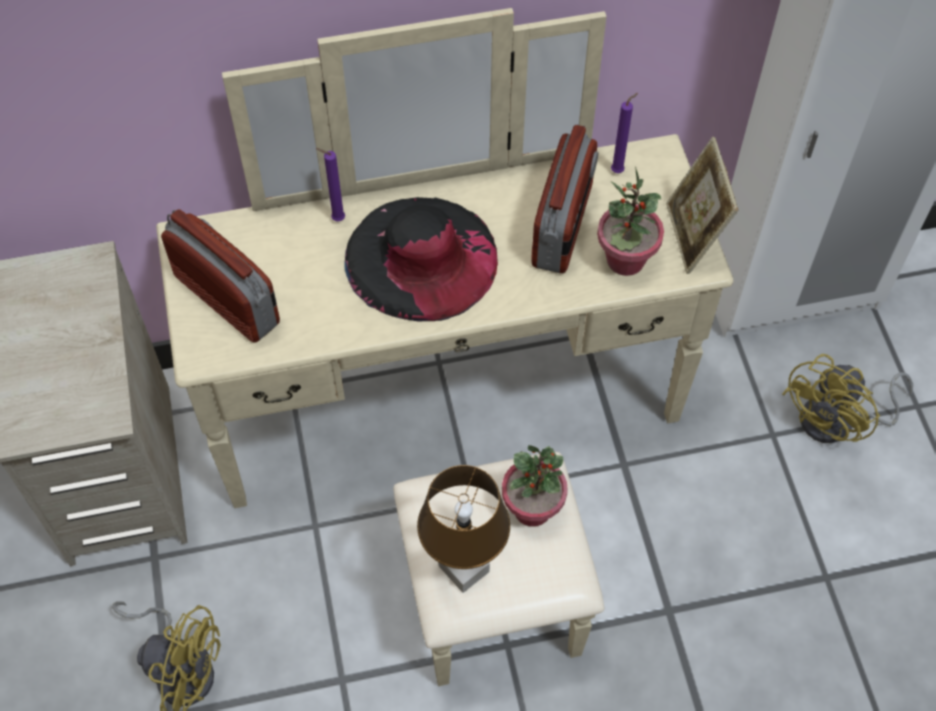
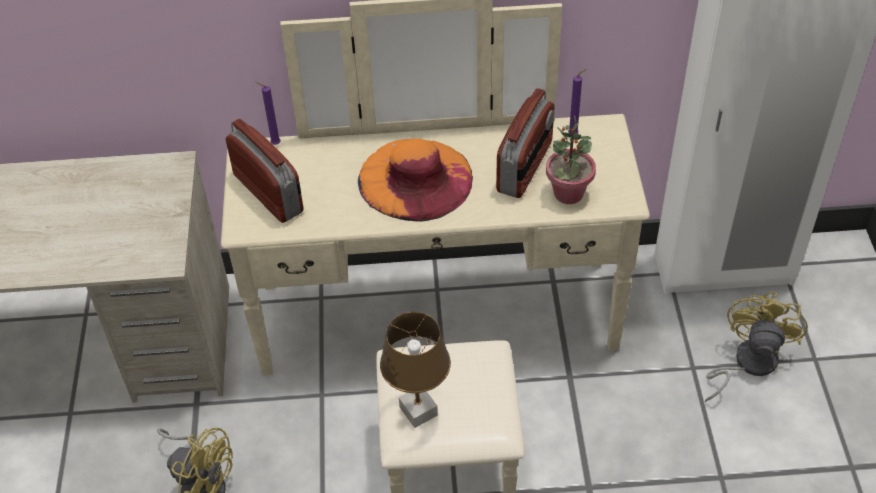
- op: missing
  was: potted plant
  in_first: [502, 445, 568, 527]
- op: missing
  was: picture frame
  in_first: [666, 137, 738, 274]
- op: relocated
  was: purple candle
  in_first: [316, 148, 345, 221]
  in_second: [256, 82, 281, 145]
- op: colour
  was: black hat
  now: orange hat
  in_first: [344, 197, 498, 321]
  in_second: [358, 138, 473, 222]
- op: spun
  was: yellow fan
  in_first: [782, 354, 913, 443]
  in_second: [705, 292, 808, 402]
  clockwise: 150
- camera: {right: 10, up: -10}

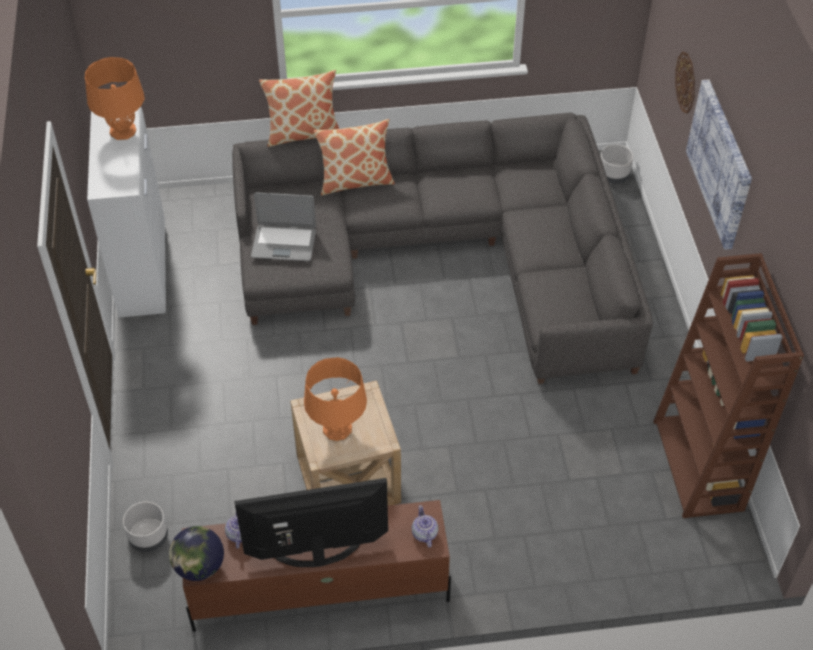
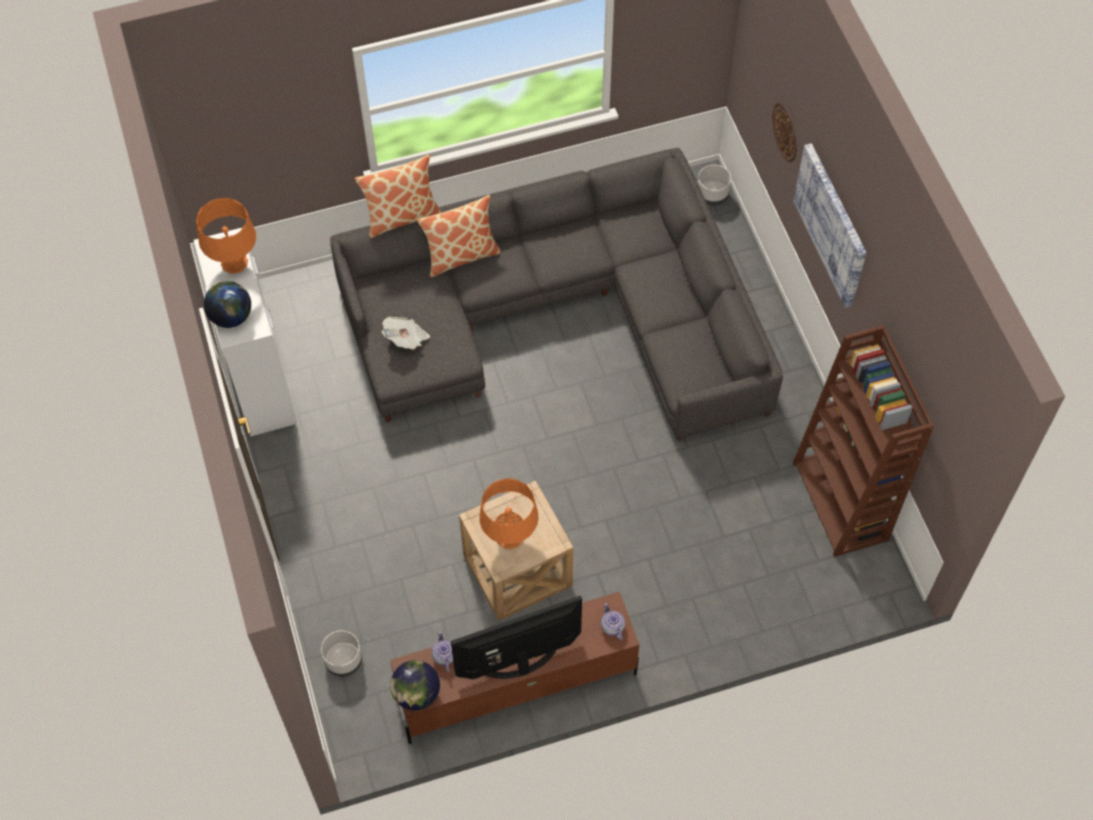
- op: appeared
  now: globe
  in_second: [204, 281, 251, 328]
- op: exchanged
  was: laptop
  now: newspaper
  in_first: [251, 192, 316, 261]
  in_second: [381, 317, 430, 350]
- camera: {right: -10, up: 10}

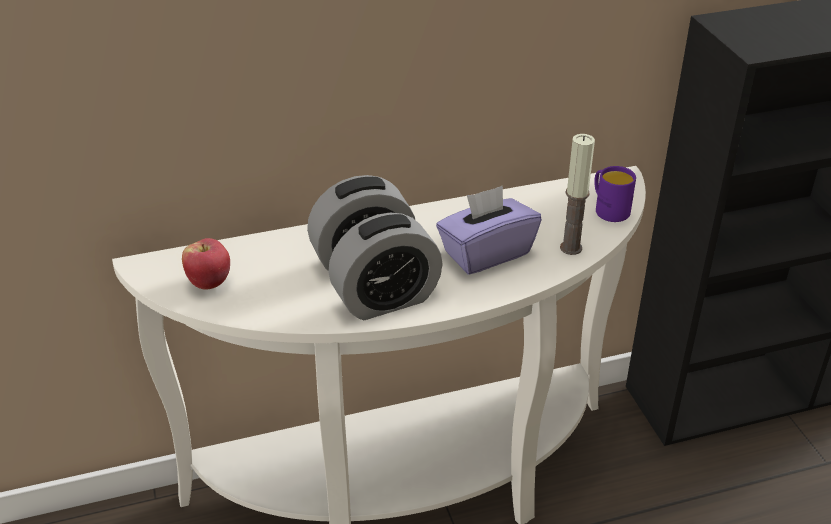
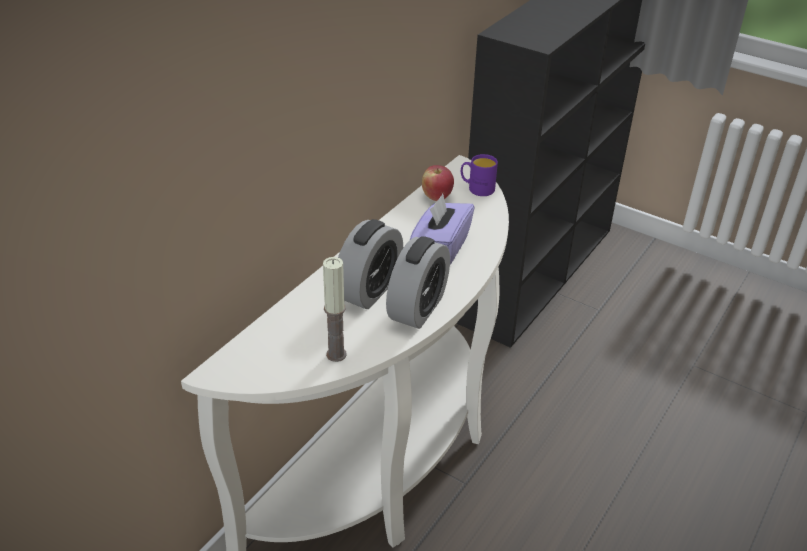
- op: relocated
  was: apple
  in_first: [182, 238, 230, 290]
  in_second: [422, 165, 454, 201]
- op: relocated
  was: candle
  in_first: [560, 134, 595, 255]
  in_second: [323, 257, 347, 362]
- camera: {right: -40, up: 0}

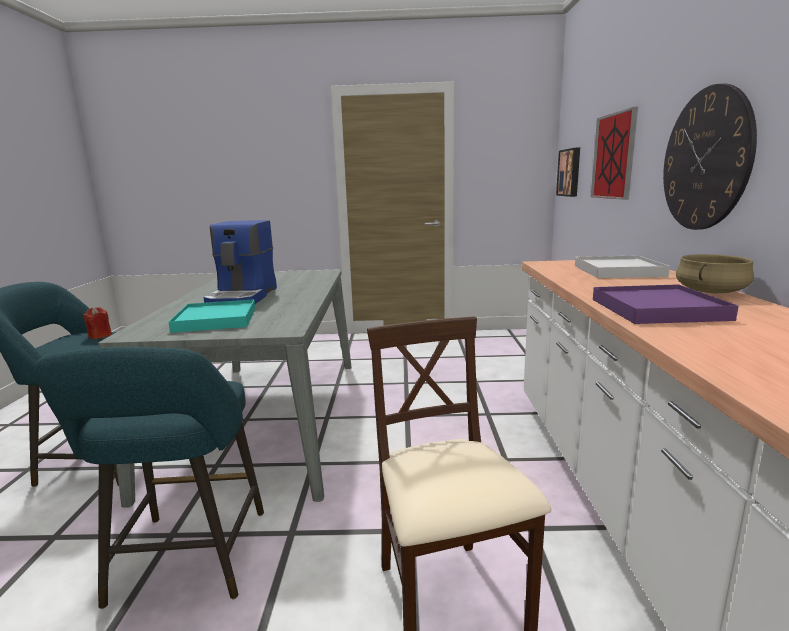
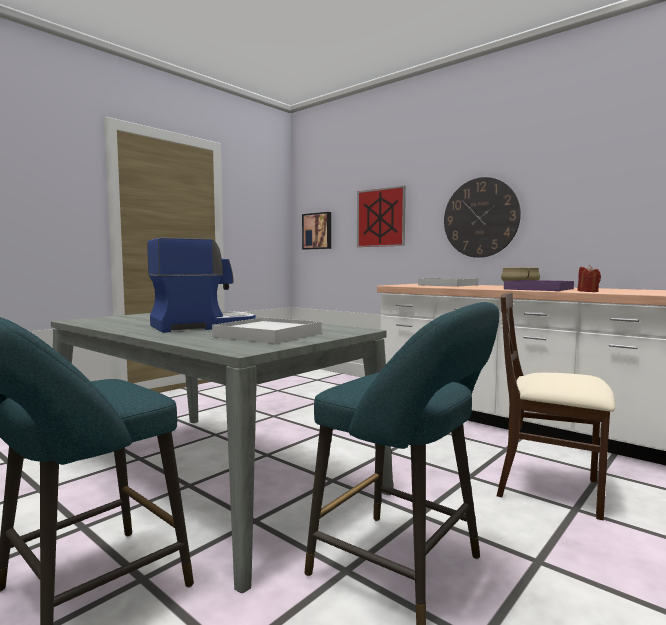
- op: relocated
  was: red candle
  in_first: [83, 307, 112, 339]
  in_second: [577, 265, 601, 292]
- op: colour
  was: turquoise tray
  now: white tray
  in_first: [169, 299, 255, 333]
  in_second: [212, 317, 321, 344]
- op: spun
  was: coffee machine
  in_first: [204, 220, 277, 304]
  in_second: [147, 237, 256, 333]
  clockwise: -75
- camera: {right: -50, up: -10}

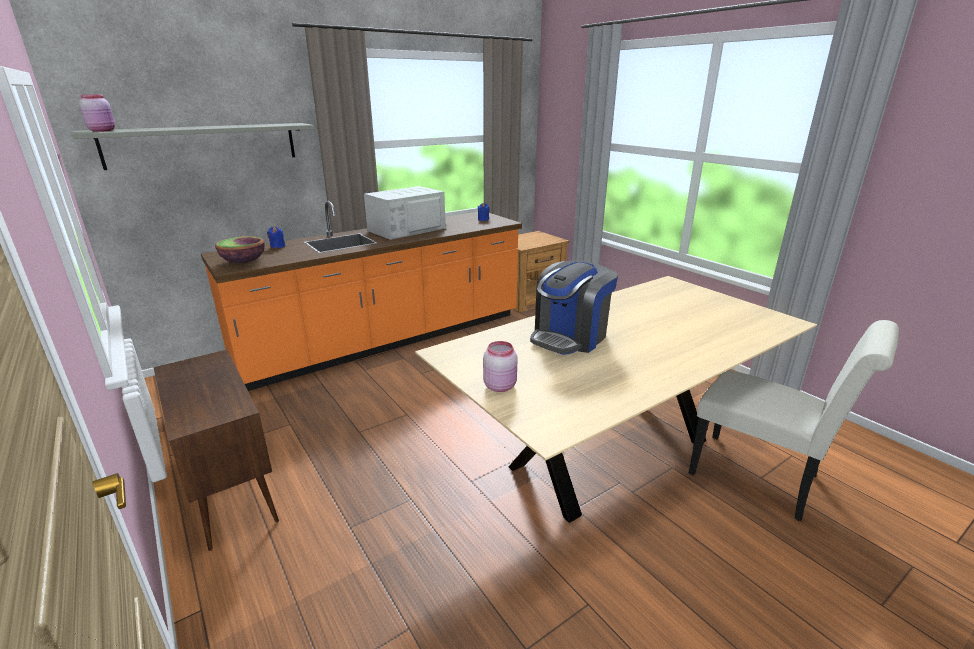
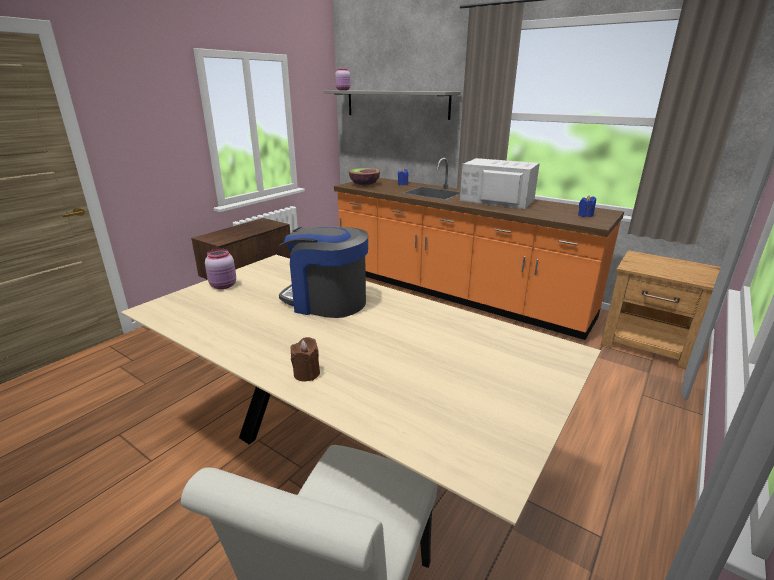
- op: appeared
  now: brown candle
  in_second: [290, 337, 320, 381]
- camera: {right: 70, up: 0}

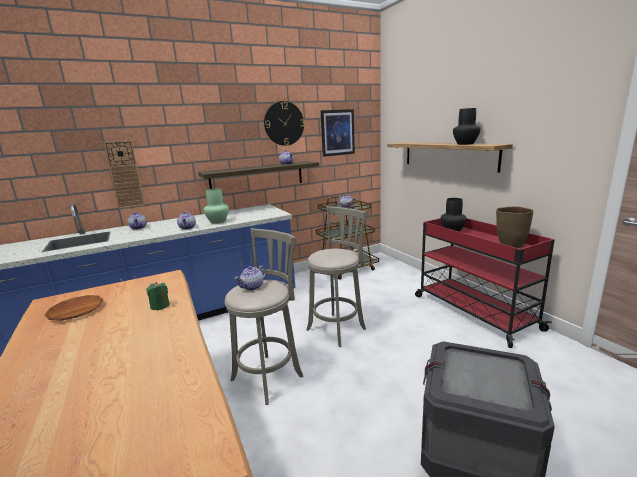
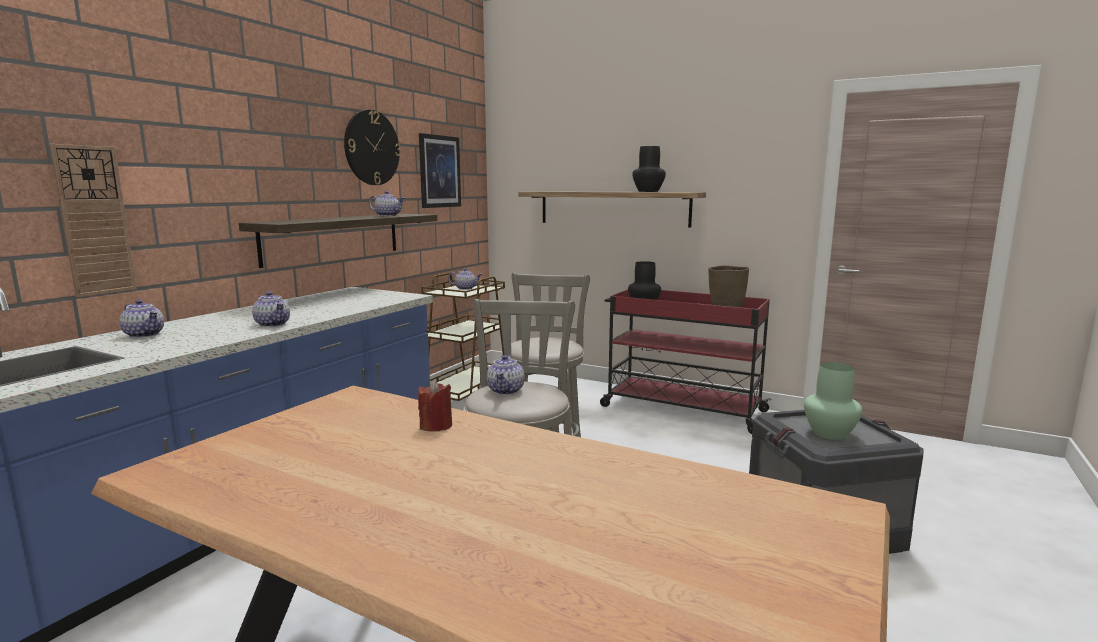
- op: missing
  was: brown plate
  in_first: [45, 295, 104, 321]
- op: relocated
  was: green vase
  in_first: [203, 188, 229, 224]
  in_second: [804, 362, 862, 440]
- op: colour
  was: green candle
  now: red candle
  in_first: [146, 282, 170, 310]
  in_second: [418, 380, 452, 432]
- camera: {right: -35, up: -5}

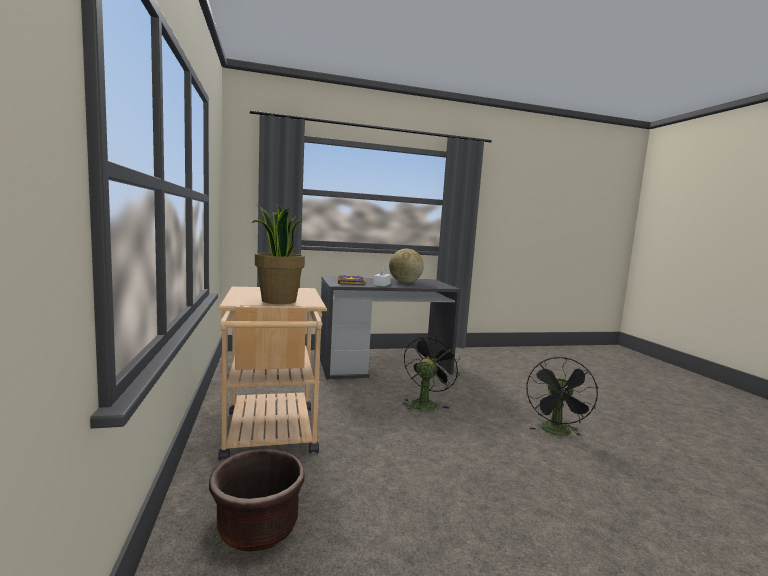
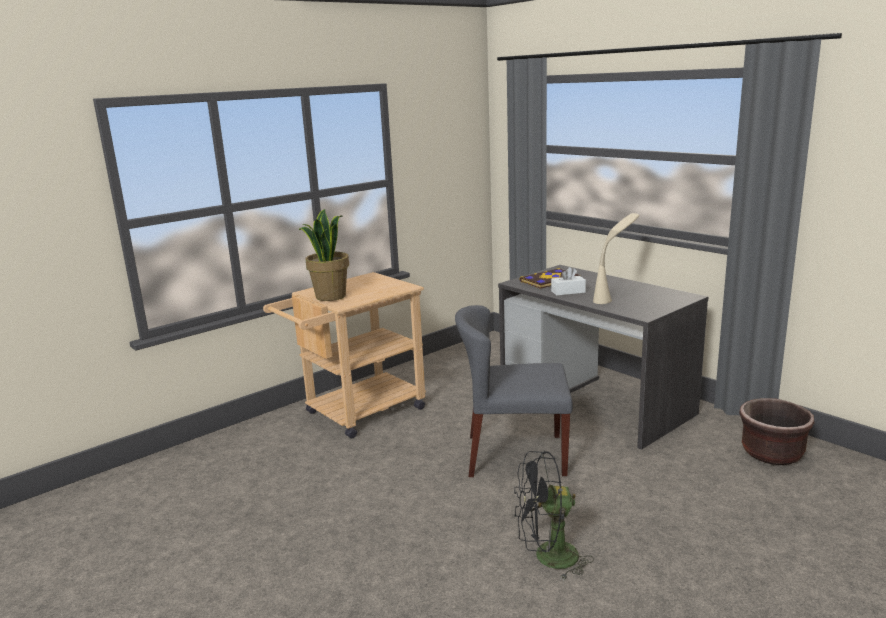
- op: relocated
  was: brown planter
  in_first: [209, 449, 305, 551]
  in_second: [739, 398, 814, 465]
- op: exchanged
  was: globe
  now: beige table lamp
  in_first: [389, 249, 424, 283]
  in_second: [593, 213, 640, 304]
- op: exchanged
  was: black fan
  now: grey chair
  in_first: [401, 335, 460, 412]
  in_second: [455, 305, 573, 477]
- camera: {right: 65, up: 10}

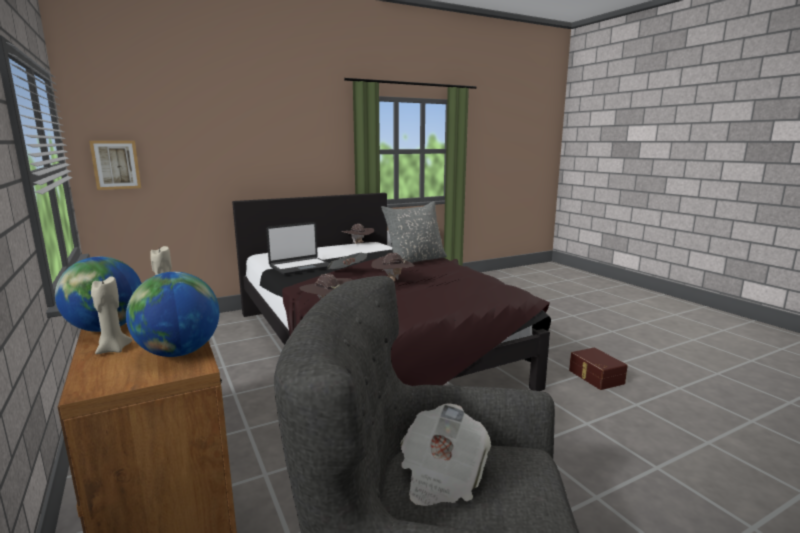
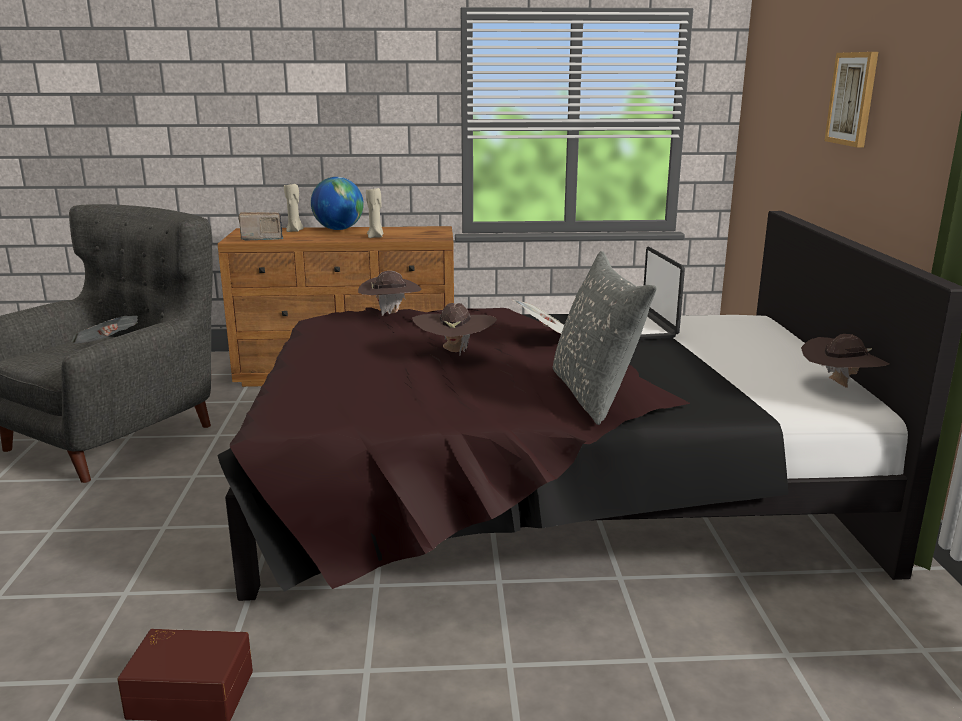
- op: relocated
  was: picture
  in_first: [89, 141, 141, 190]
  in_second: [824, 52, 878, 147]
- op: exchanged
  was: globe
  now: radio
  in_first: [126, 272, 219, 357]
  in_second: [239, 212, 284, 240]
- camera: {right: 115, up: 5}

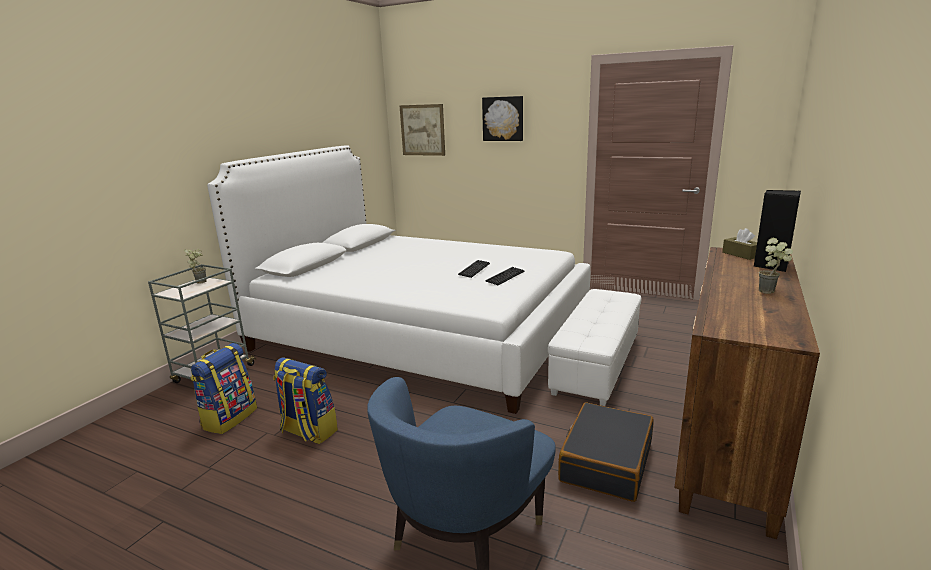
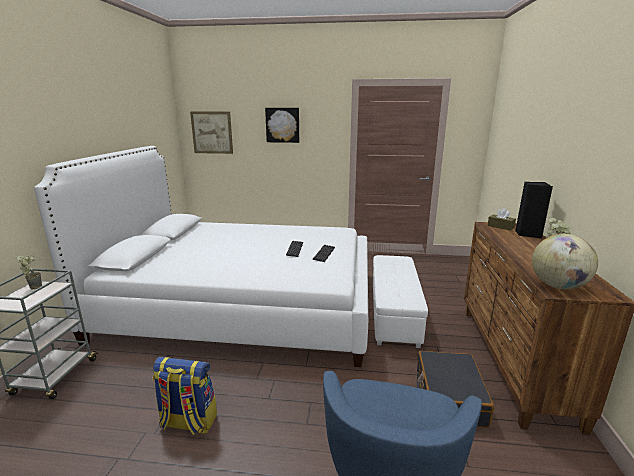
- op: missing
  was: backpack
  in_first: [190, 343, 257, 434]
- op: appeared
  now: globe
  in_second: [532, 234, 598, 289]
- camera: {right: -20, up: 0}

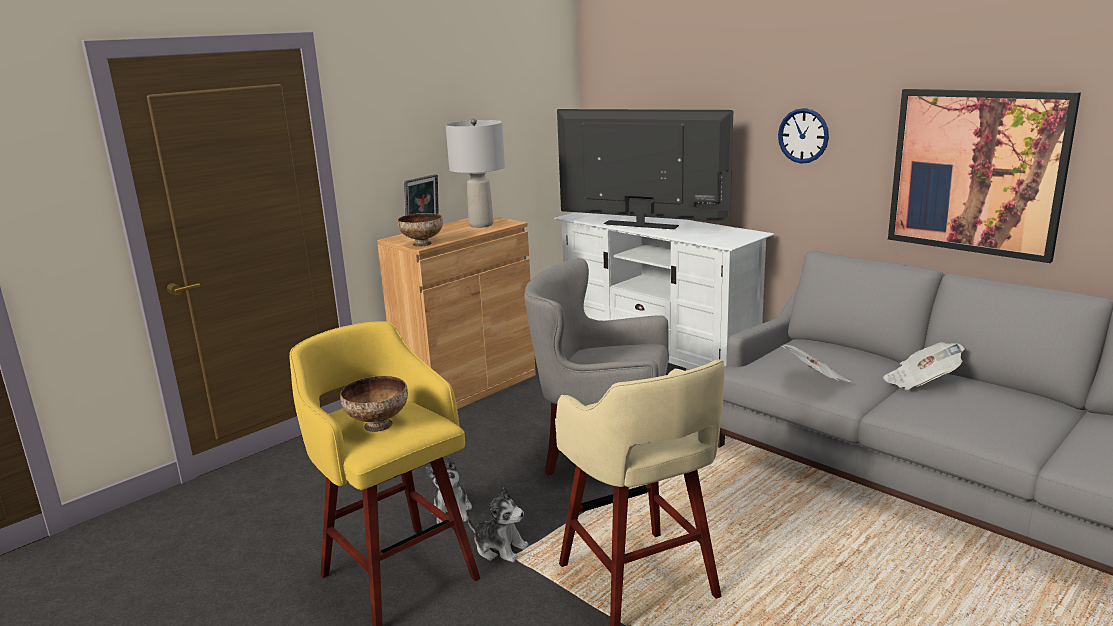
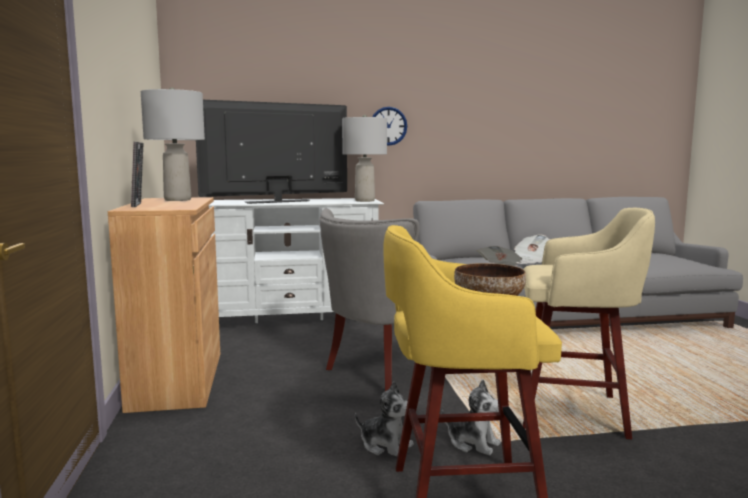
- op: missing
  was: bowl
  in_first: [398, 213, 443, 247]
- op: missing
  was: picture
  in_first: [888, 89, 1081, 263]
- op: appeared
  now: grey table lamp
  in_second: [342, 115, 387, 202]
- op: spun
  was: plush toy
  in_first: [467, 487, 528, 562]
  in_second: [442, 380, 501, 455]
  clockwise: 60
- camera: {right: -55, up: -10}

